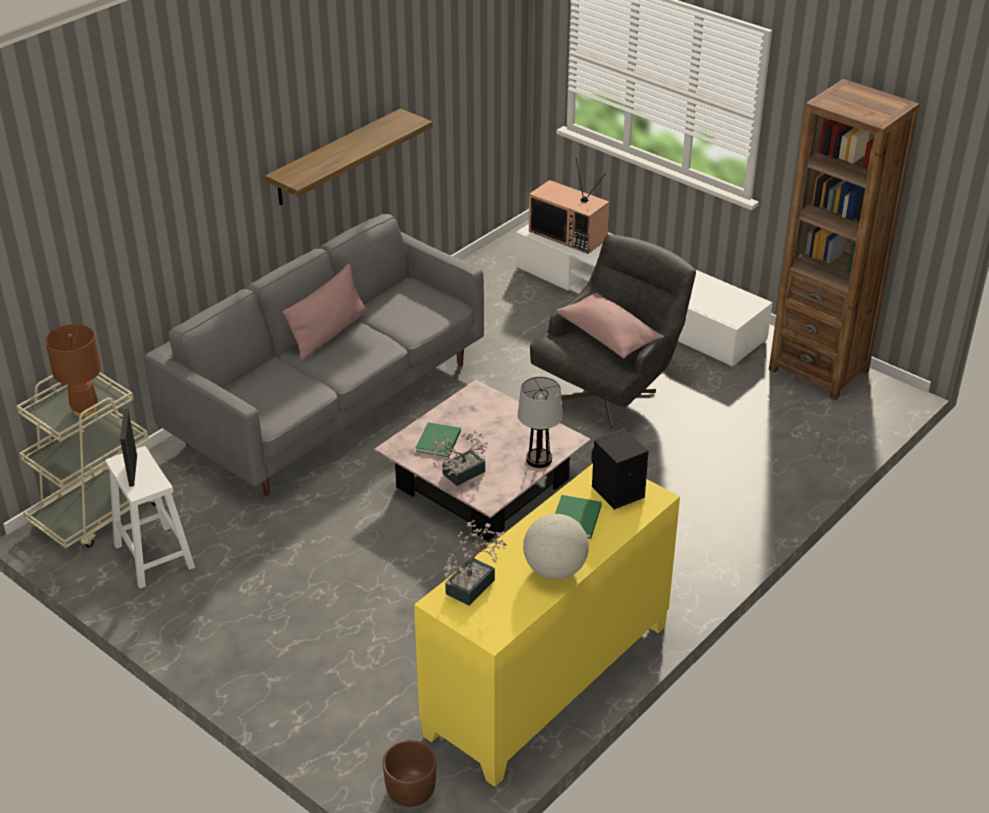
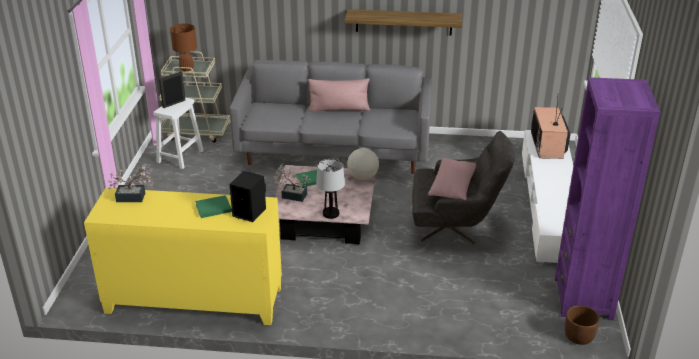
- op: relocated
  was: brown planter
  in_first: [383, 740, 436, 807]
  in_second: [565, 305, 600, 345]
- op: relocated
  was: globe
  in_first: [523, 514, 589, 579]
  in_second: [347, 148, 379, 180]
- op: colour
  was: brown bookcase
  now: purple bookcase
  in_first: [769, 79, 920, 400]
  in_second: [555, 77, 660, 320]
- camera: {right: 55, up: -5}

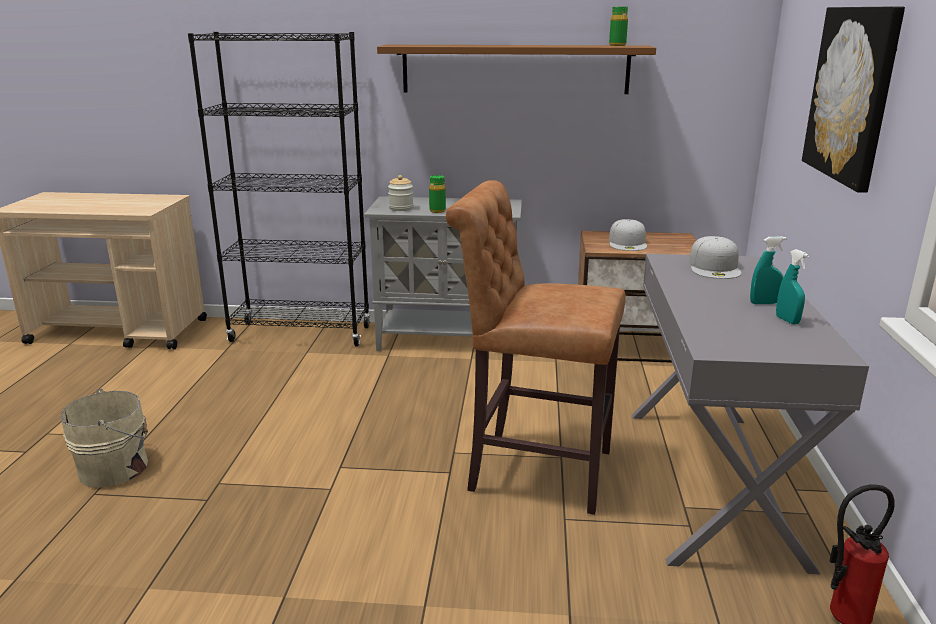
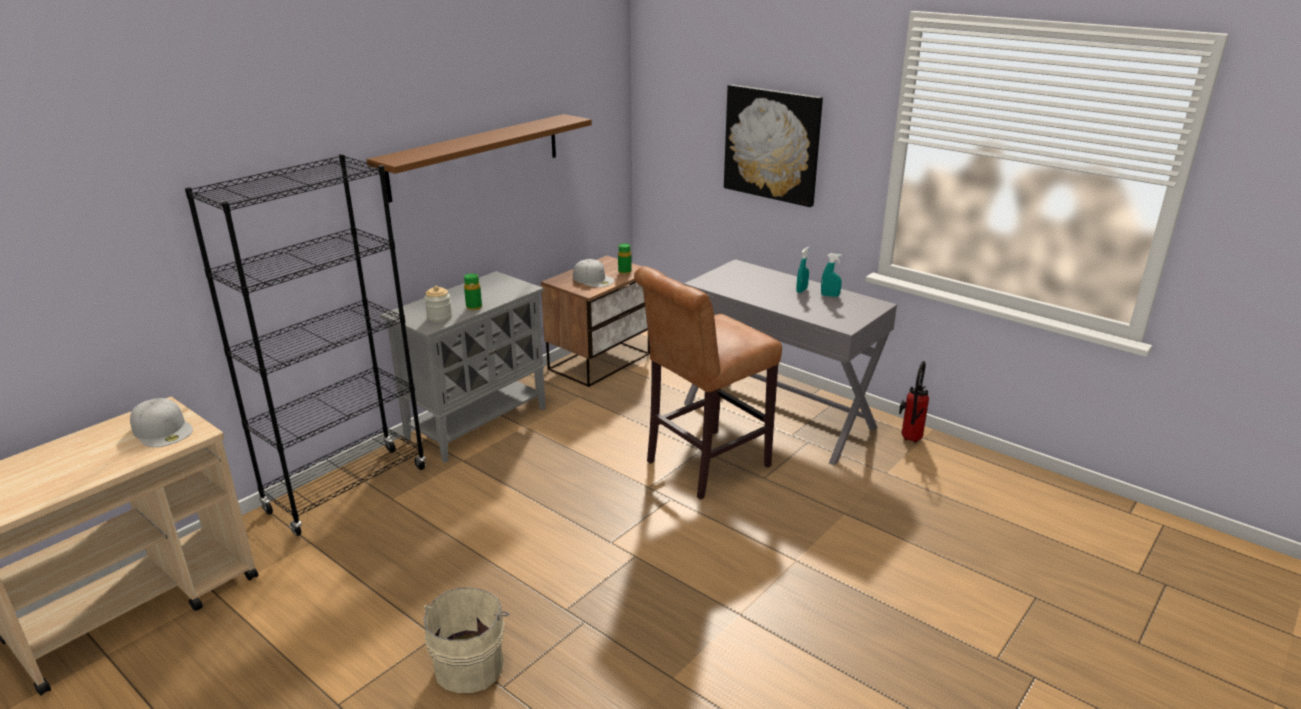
- op: relocated
  was: green bottle
  in_first: [609, 7, 628, 46]
  in_second: [618, 243, 632, 274]
- op: relocated
  was: white cap
  in_first: [689, 236, 741, 279]
  in_second: [130, 398, 193, 447]
- camera: {right: -55, up: 5}

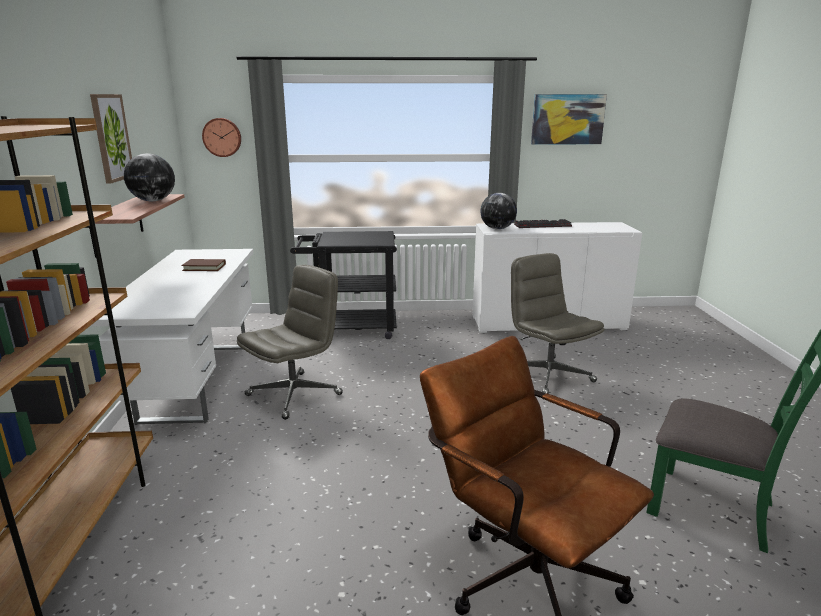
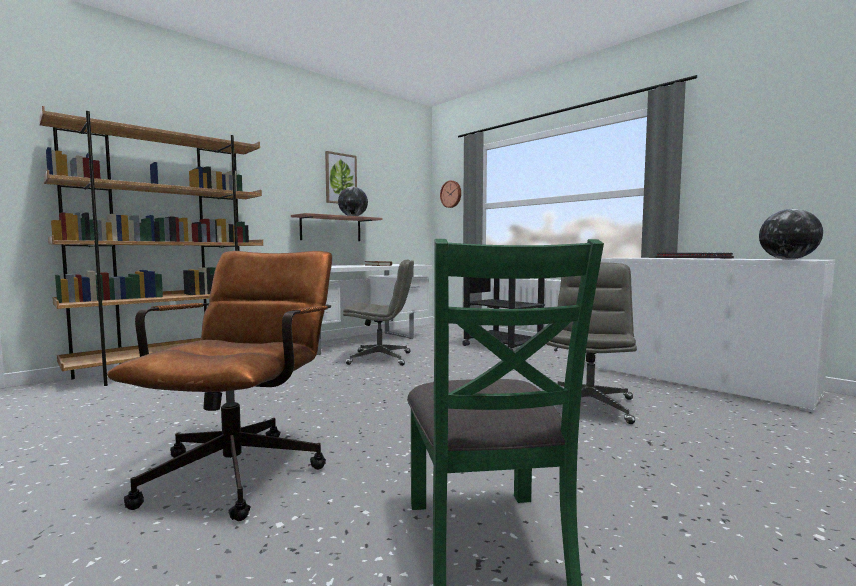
- op: missing
  was: picture
  in_first: [531, 94, 607, 145]
- op: relocated
  was: globe
  in_first: [480, 193, 517, 229]
  in_second: [759, 209, 823, 260]
- camera: {right: 50, up: -15}

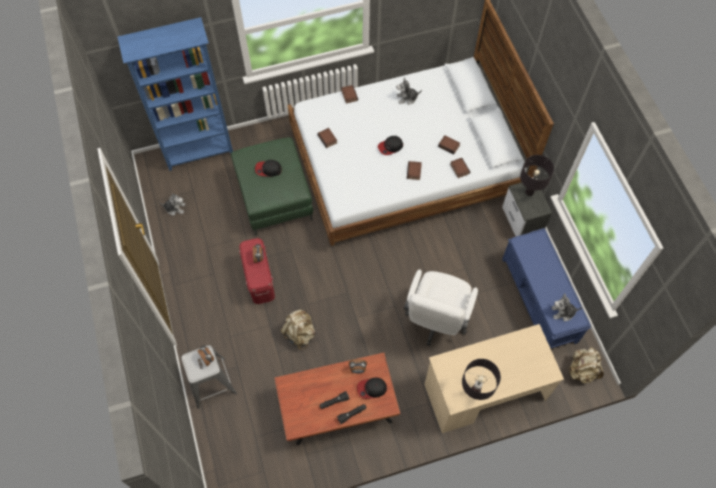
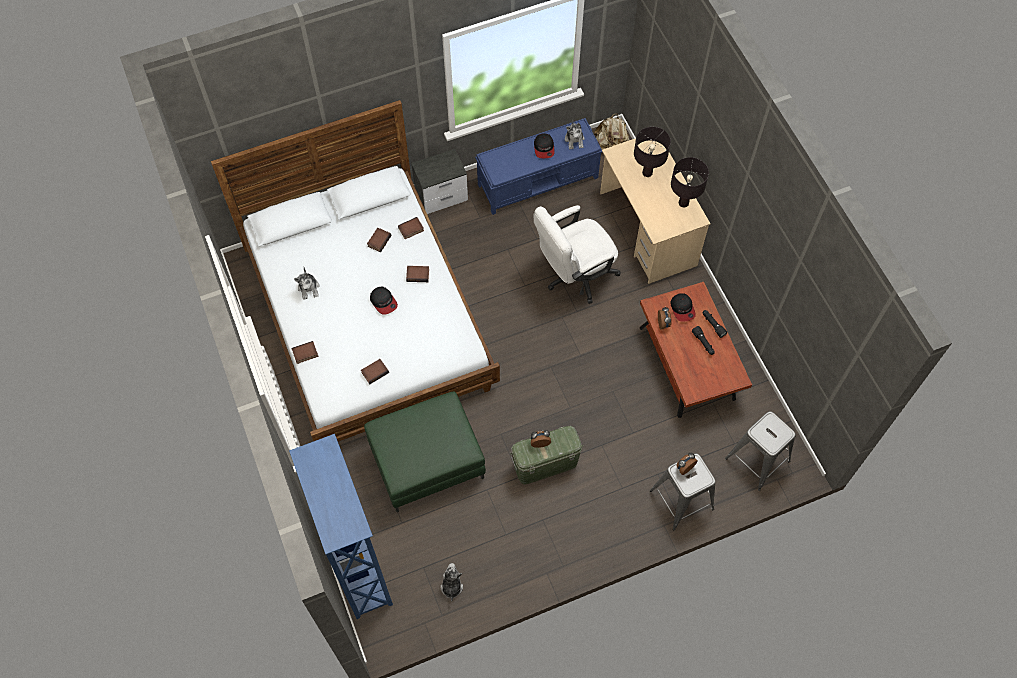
- op: missing
  was: beige backpack
  in_first: [280, 309, 315, 350]
- op: appeared
  now: grey stool
  in_second: [725, 411, 796, 491]
- op: relocated
  was: cap
  in_first: [255, 160, 282, 177]
  in_second: [534, 133, 555, 158]
- op: relocated
  was: black table lamp
  in_first: [520, 155, 554, 196]
  in_second: [634, 127, 671, 177]
- op: colour
  was: red storage box
  now: green storage box
  in_first: [239, 238, 275, 304]
  in_second: [510, 426, 583, 485]
- op: spun
  was: white office chair
  in_first: [404, 269, 478, 346]
  in_second: [534, 205, 621, 304]
  clockwise: 135
- camera: {right: -95, up: 0}

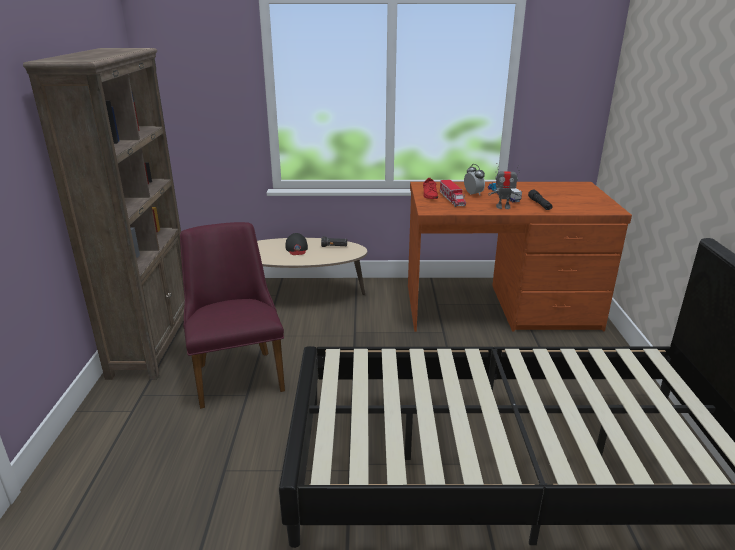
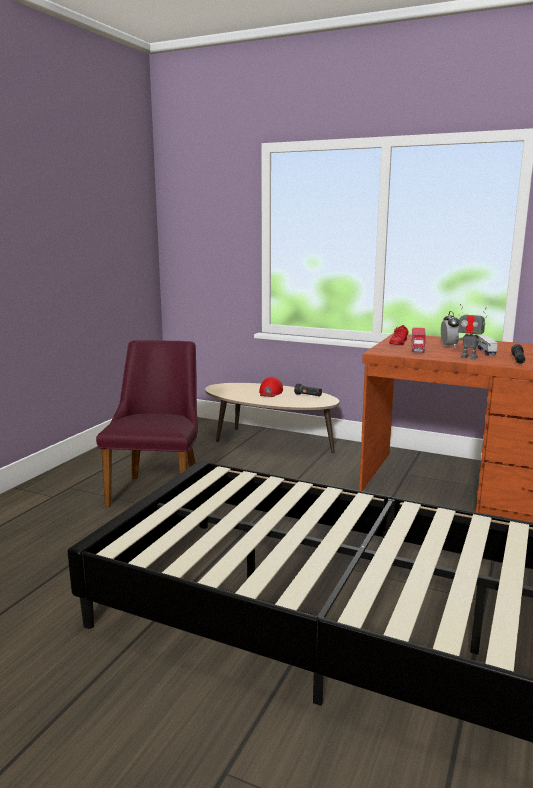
- op: missing
  was: brown bookcase
  in_first: [23, 48, 185, 380]
- op: colour
  was: black cap
  now: red cap
  in_first: [285, 233, 308, 255]
  in_second: [259, 377, 283, 397]
- camera: {right: 25, up: -10}

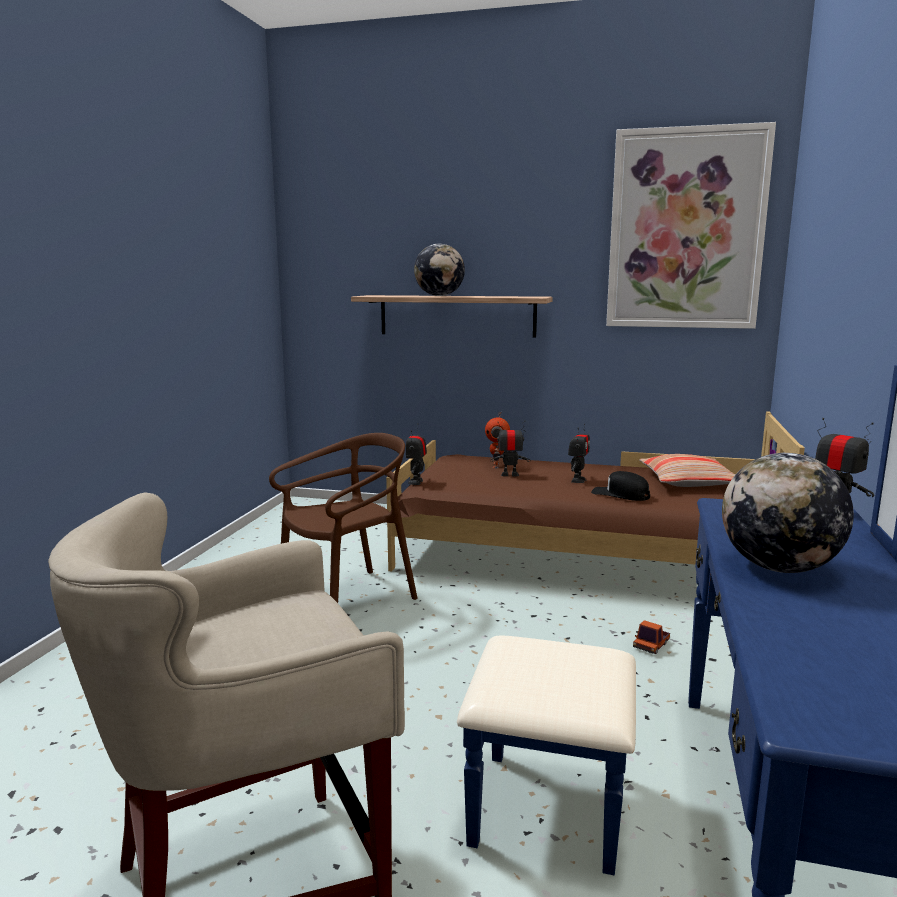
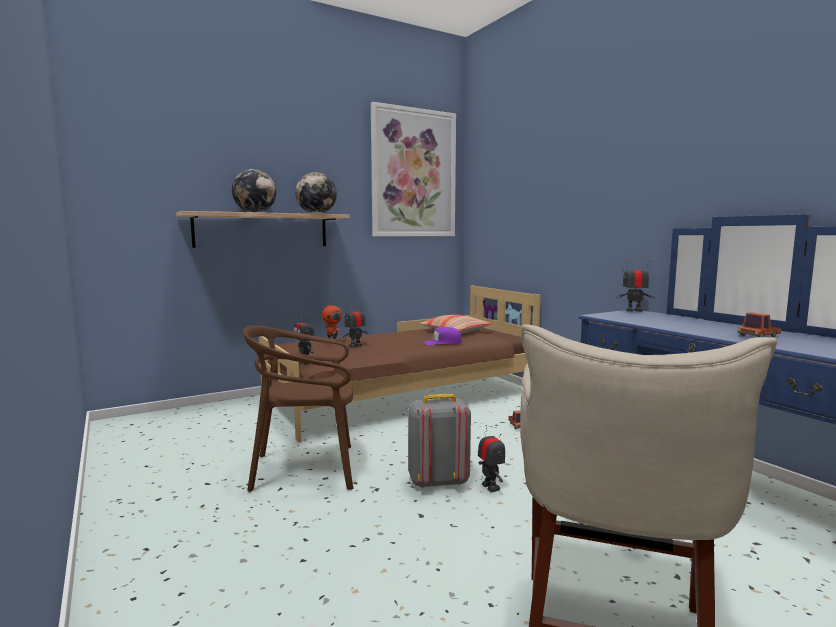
- op: appeared
  now: grey backpack
  in_second: [408, 394, 471, 489]
- op: appeared
  now: toy truck
  in_second: [738, 313, 781, 337]
- op: relocated
  was: toy robot
  in_first: [568, 424, 590, 483]
  in_second: [478, 425, 505, 492]
- op: relocated
  was: globe
  in_first: [722, 453, 854, 573]
  in_second: [296, 172, 337, 214]
- op: colour
  was: black cap
  now: purple cap
  in_first: [591, 471, 650, 501]
  in_second: [424, 327, 462, 345]
- op: spun
  was: brown chair
  in_first: [269, 433, 418, 603]
  in_second: [243, 325, 353, 492]
  clockwise: -105
- camera: {right: -45, up: -5}

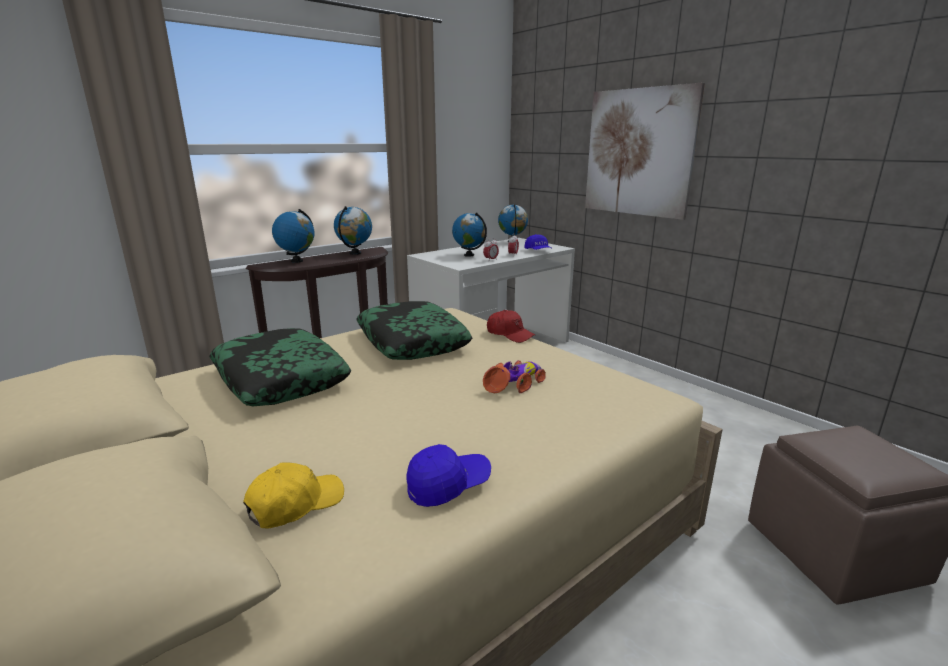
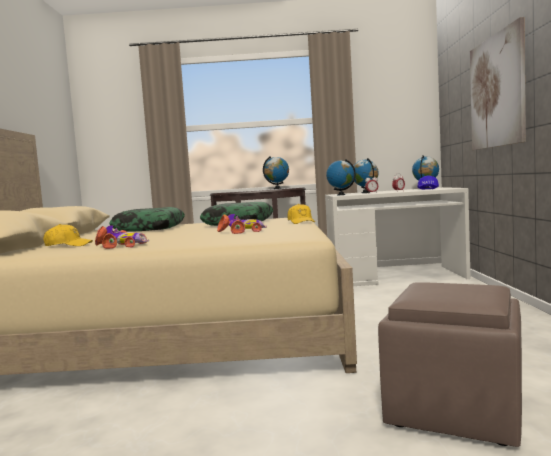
- op: relocated
  was: globe
  in_first: [272, 209, 314, 263]
  in_second: [326, 159, 356, 195]
- op: exchanged
  was: blue cap
  now: toy car
  in_first: [406, 444, 491, 507]
  in_second: [95, 226, 149, 249]
- op: colour
  was: red cap
  now: yellow cap
  in_first: [487, 310, 535, 343]
  in_second: [287, 204, 315, 224]
- camera: {right: 40, up: -15}

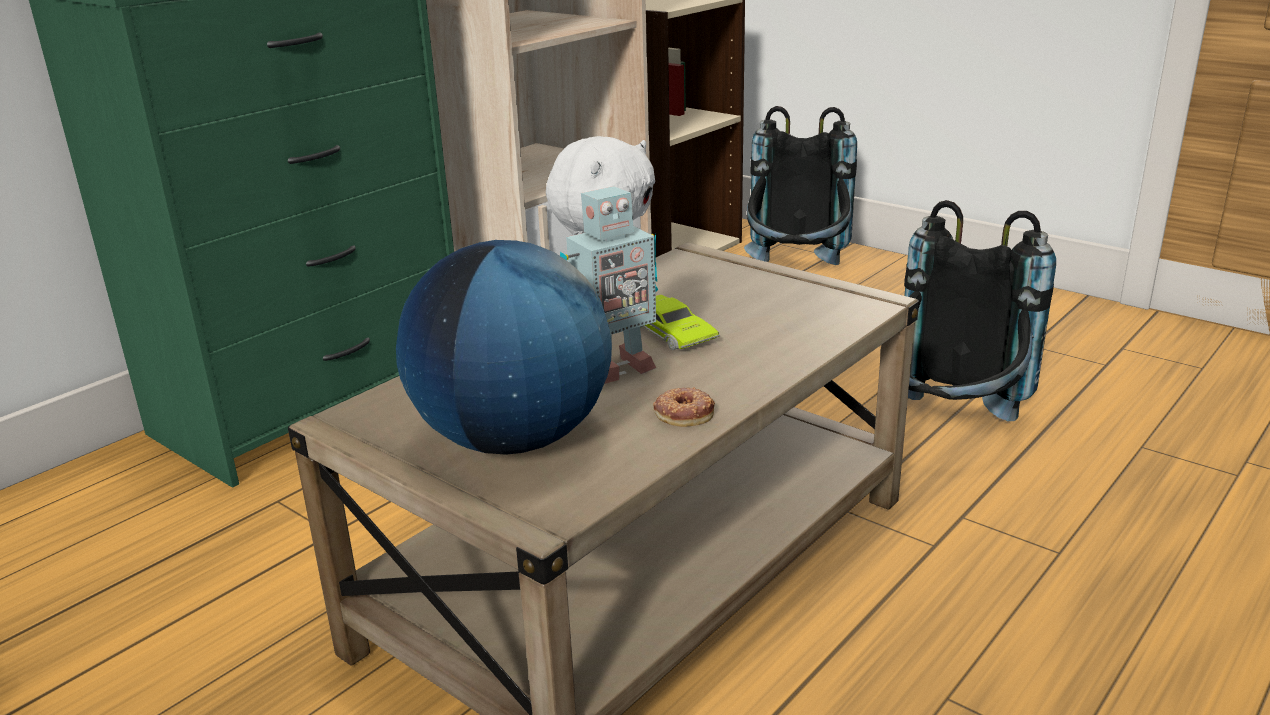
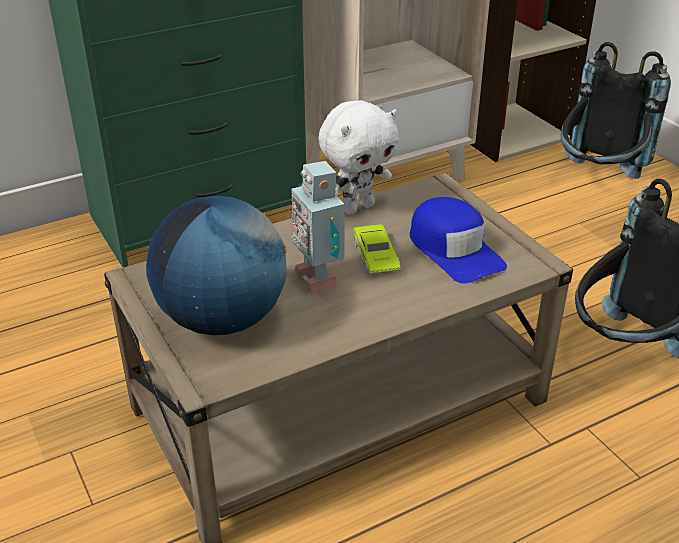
- op: missing
  was: donut
  in_first: [653, 387, 715, 427]
- op: appeared
  now: blue cap
  in_second: [410, 197, 507, 284]
- op: spun
  was: toy robot
  in_first: [560, 186, 658, 384]
  in_second: [291, 161, 345, 294]
  clockwise: 75
- camera: {right: 20, up: 10}

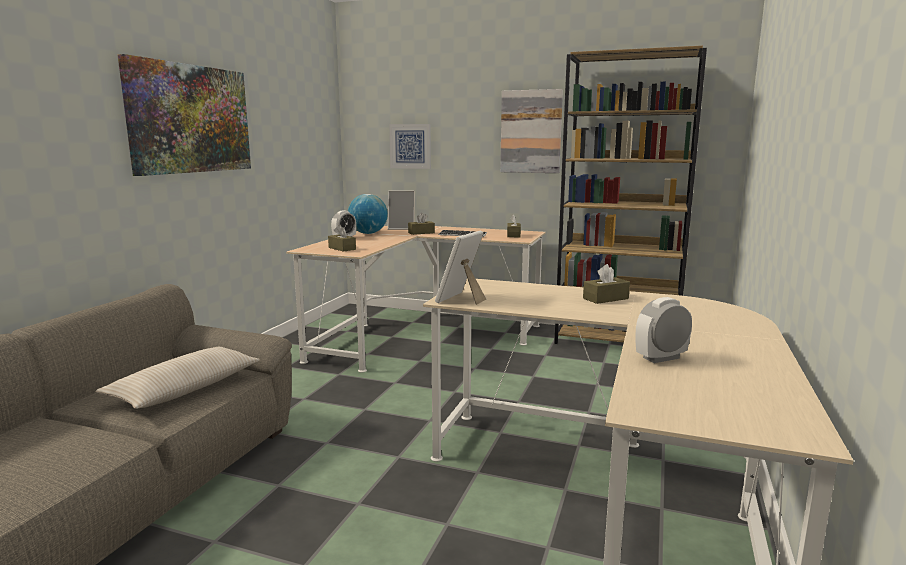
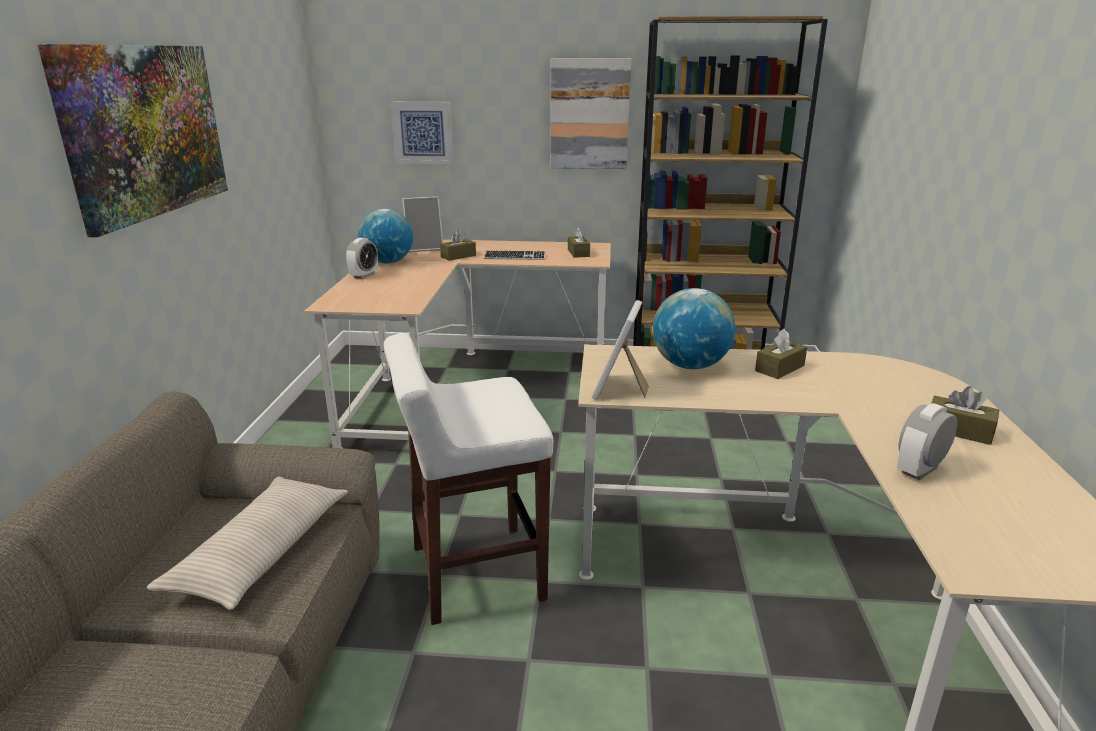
- op: appeared
  now: white stool
  in_second: [384, 333, 554, 625]
- op: appeared
  now: globe
  in_second: [653, 288, 735, 369]
- op: relocated
  was: brown tissue box
  in_first: [328, 225, 356, 252]
  in_second: [931, 386, 999, 445]
- camera: {right: -15, up: 10}

